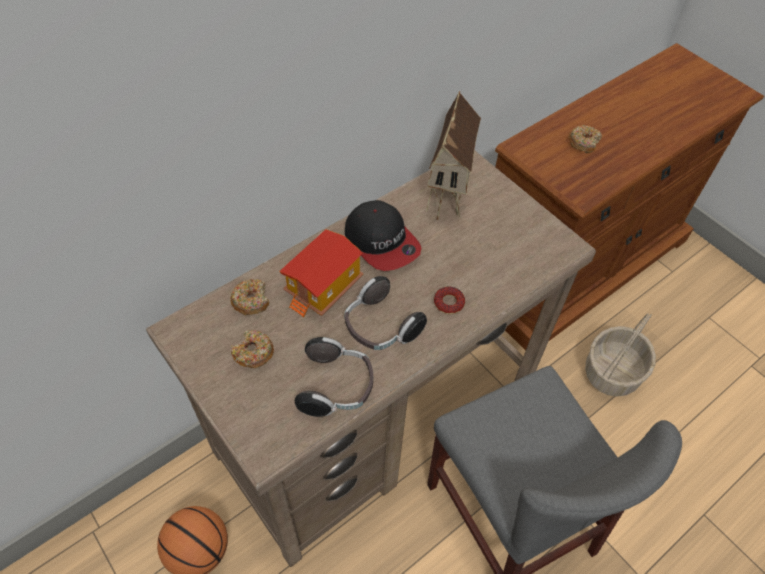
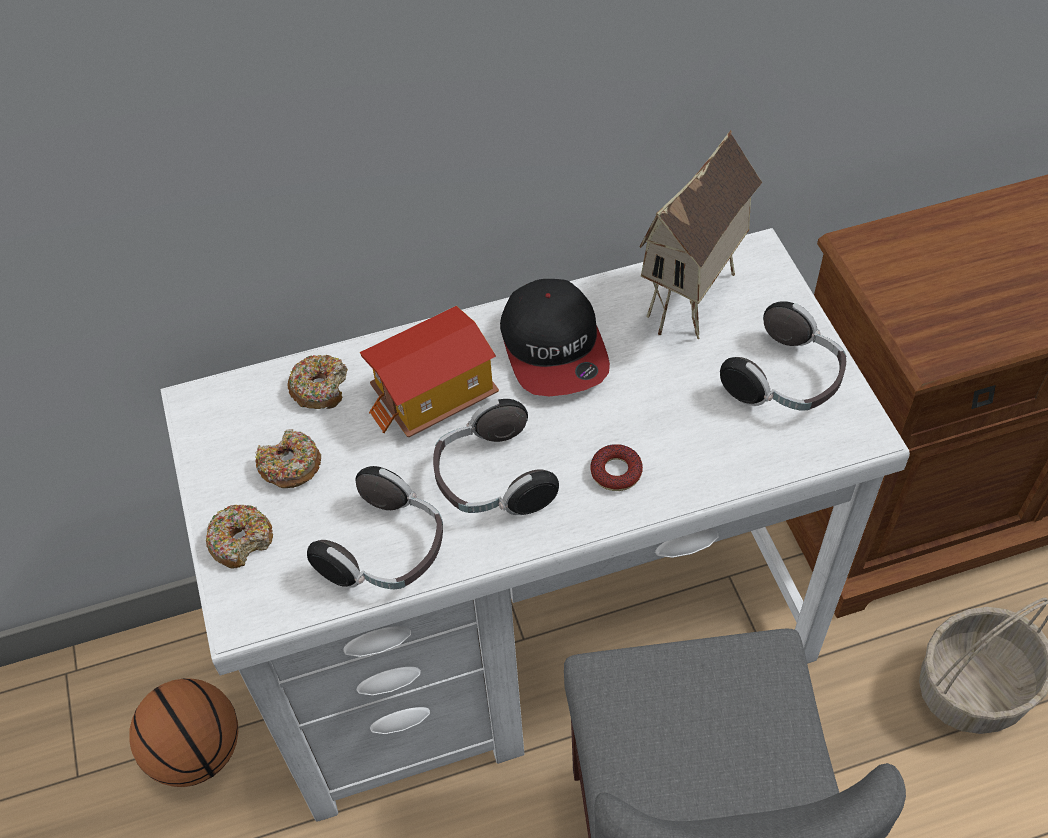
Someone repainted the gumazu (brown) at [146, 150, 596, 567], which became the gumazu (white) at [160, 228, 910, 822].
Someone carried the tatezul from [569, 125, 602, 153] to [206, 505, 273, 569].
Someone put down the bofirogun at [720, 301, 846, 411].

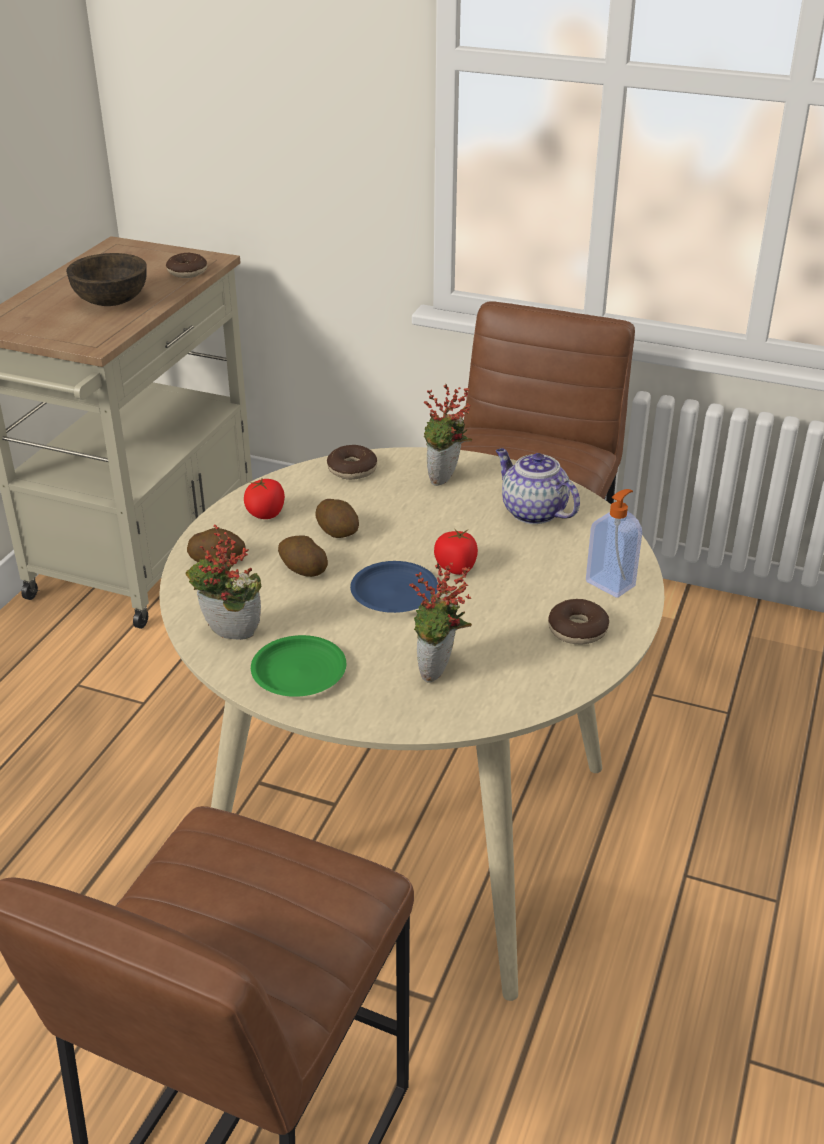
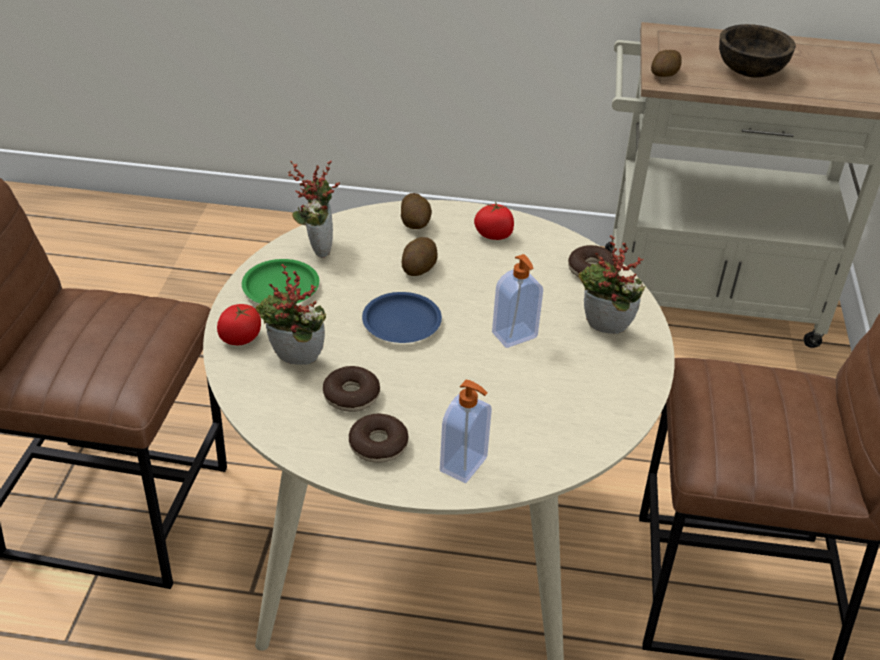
Someone carried the tatezul from [166, 253, 207, 278] to [323, 366, 380, 412].
Someone carried the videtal from [315, 499, 359, 538] to [651, 50, 682, 77].
Someone carried the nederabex from [434, 528, 478, 575] to [217, 304, 261, 345].
Someone took away the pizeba at [496, 448, 580, 524].
Someone put down the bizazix at [492, 254, 543, 348].

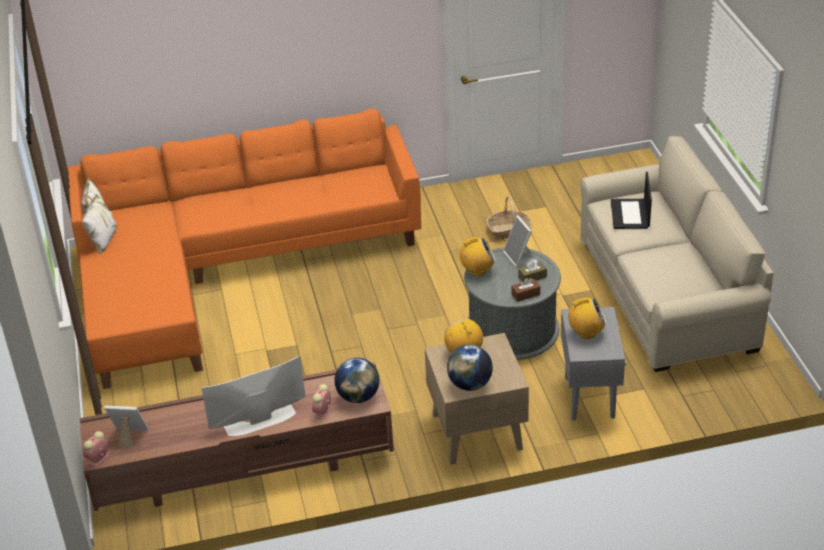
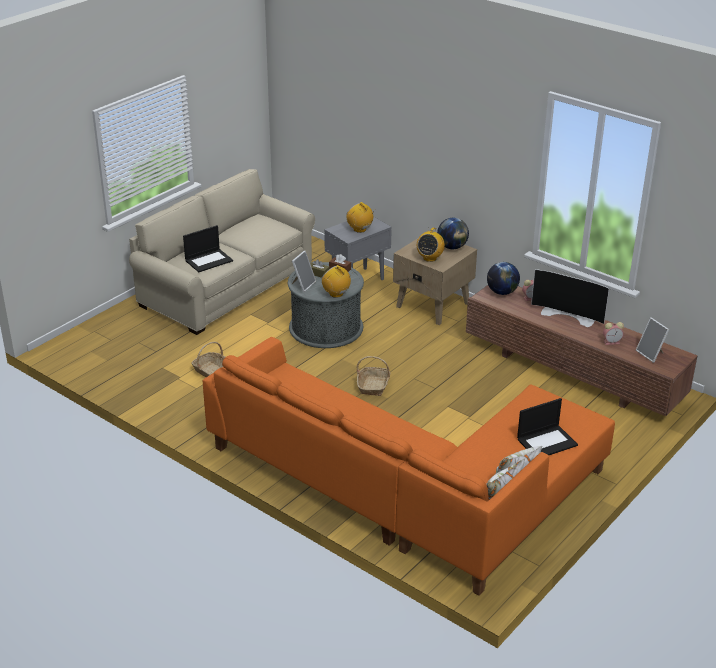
Someone carried the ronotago from [83, 431, 109, 467] to [603, 322, 624, 345].
Someone put down the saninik at [356, 356, 390, 396].
Someone put down the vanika at [517, 398, 578, 455].

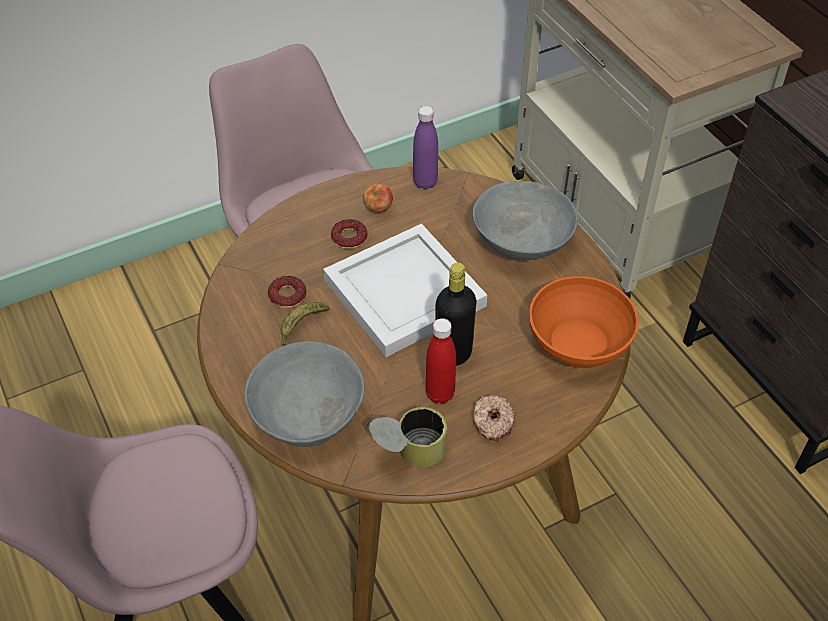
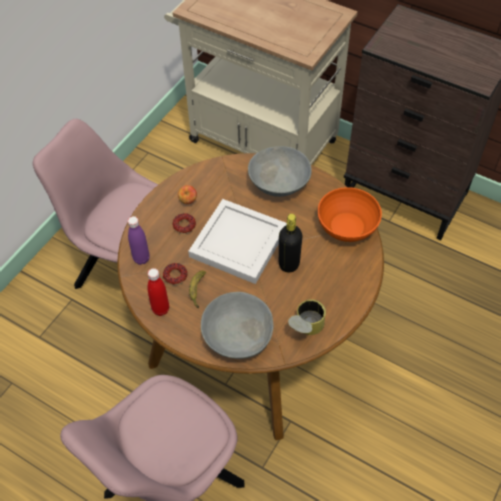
Someone carried the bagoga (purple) from [413, 106, 438, 190] to [128, 216, 150, 265].
Someone carried the bagoga (red) from [426, 318, 456, 404] to [147, 268, 169, 316].
Someone took away the tatezul at [473, 395, 516, 441].

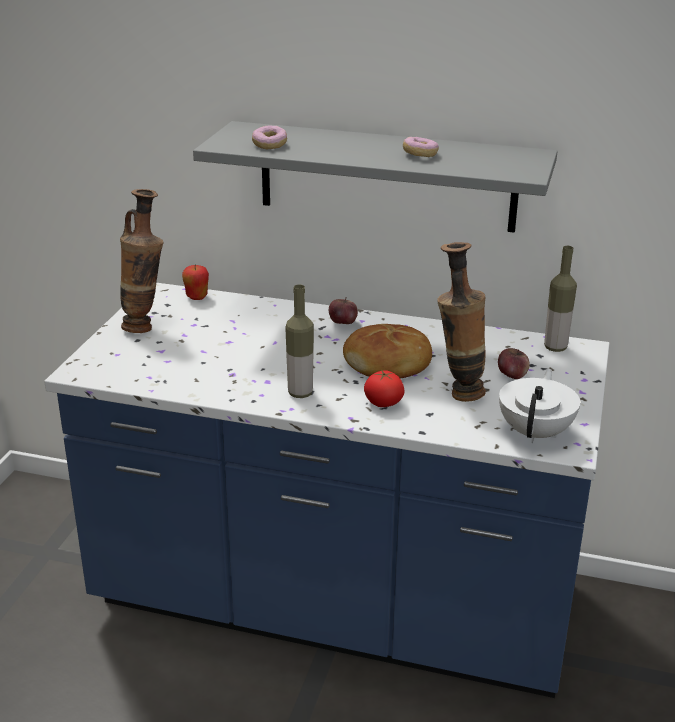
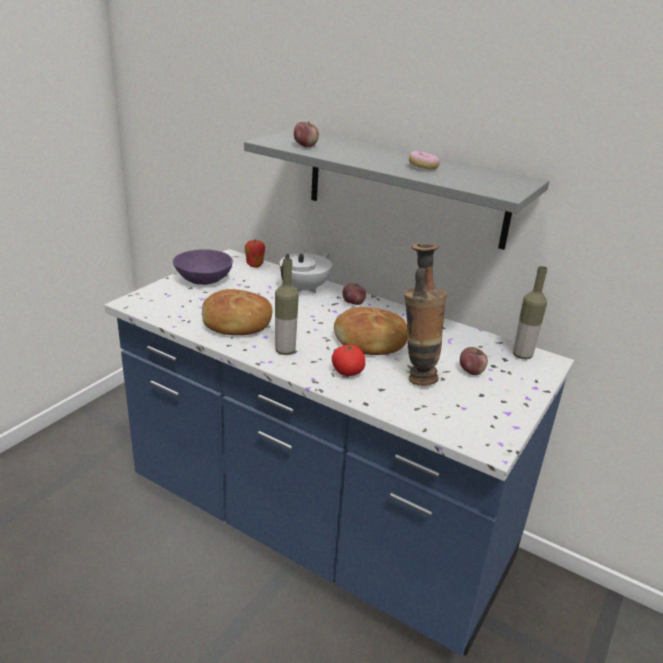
Someone swapped the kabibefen at [120, 189, 163, 333] for the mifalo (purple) at [173, 249, 233, 285].
Someone swapped the tatezul at [252, 125, 287, 150] for the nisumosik at [294, 121, 319, 147].
Someone carried the pizeba (white) from [499, 369, 580, 443] to [280, 252, 332, 293].
Someone put down the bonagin at [202, 289, 272, 335].

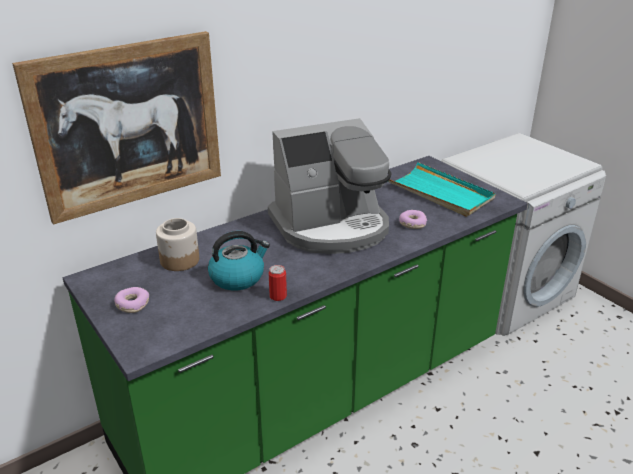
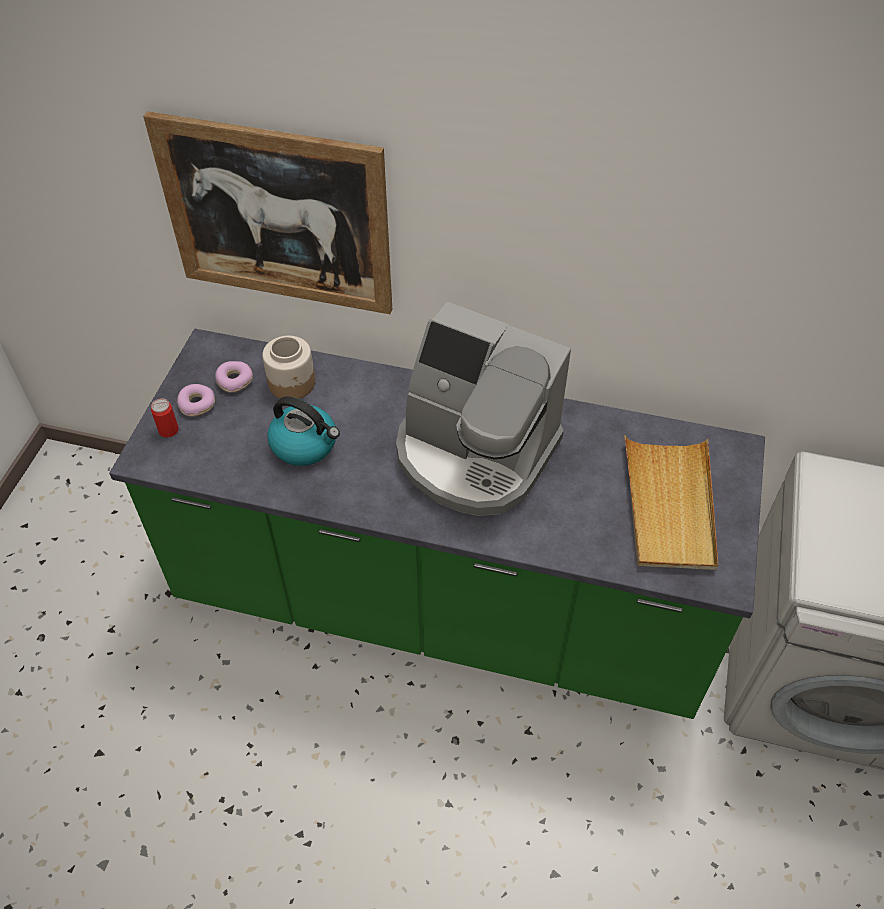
Someone carried the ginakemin from [269, 265, 287, 301] to [151, 398, 179, 437].
Someone repainted the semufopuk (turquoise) at [388, 162, 496, 217], which became the semufopuk (beige) at [624, 435, 718, 570].
Someone carried the tatezul from [399, 210, 427, 229] to [215, 361, 253, 393].

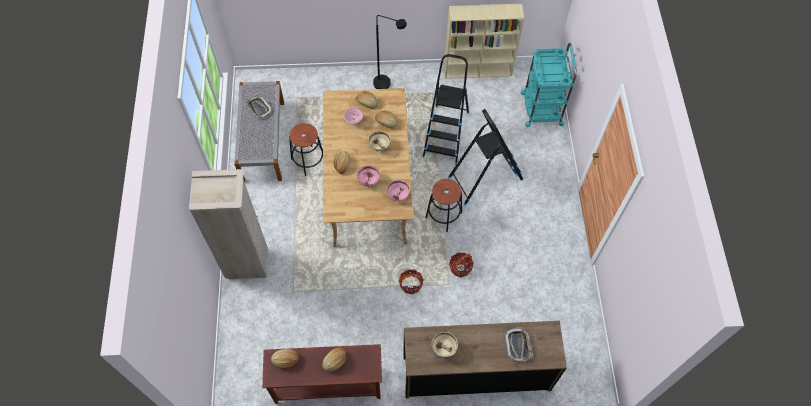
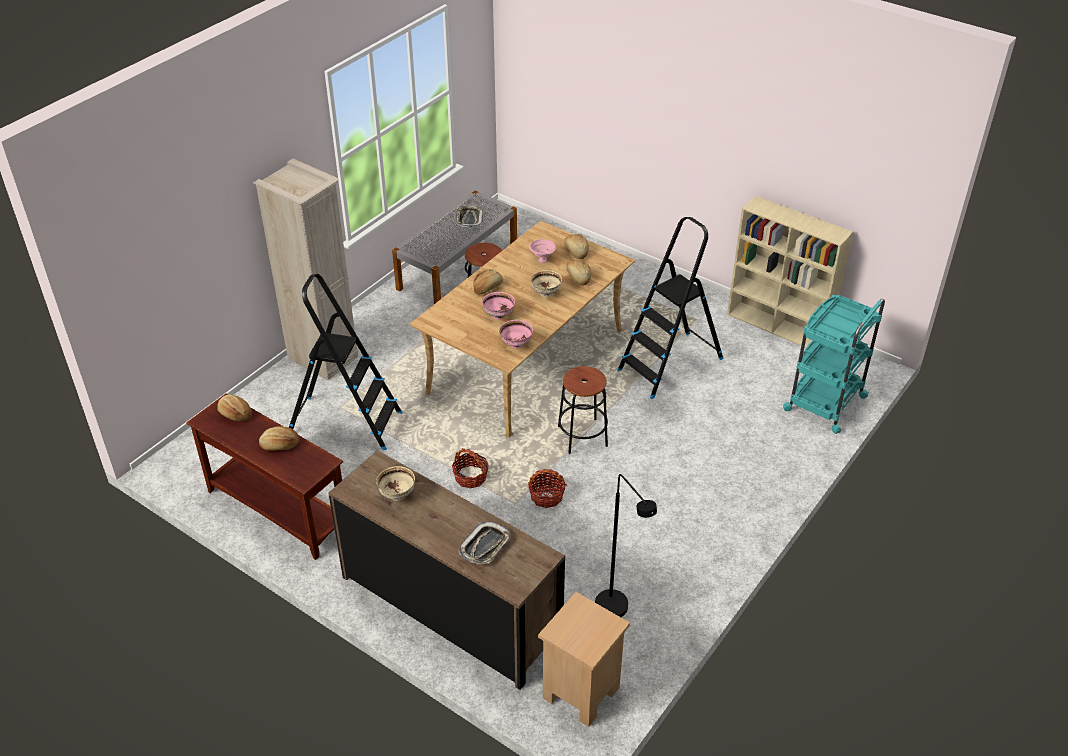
Someone carried the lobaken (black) from [373, 15, 407, 89] to [595, 474, 657, 617].
Someone carried the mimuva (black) from [448, 109, 524, 205] to [289, 274, 403, 450].
Someone put down the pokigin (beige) at [538, 592, 630, 727].

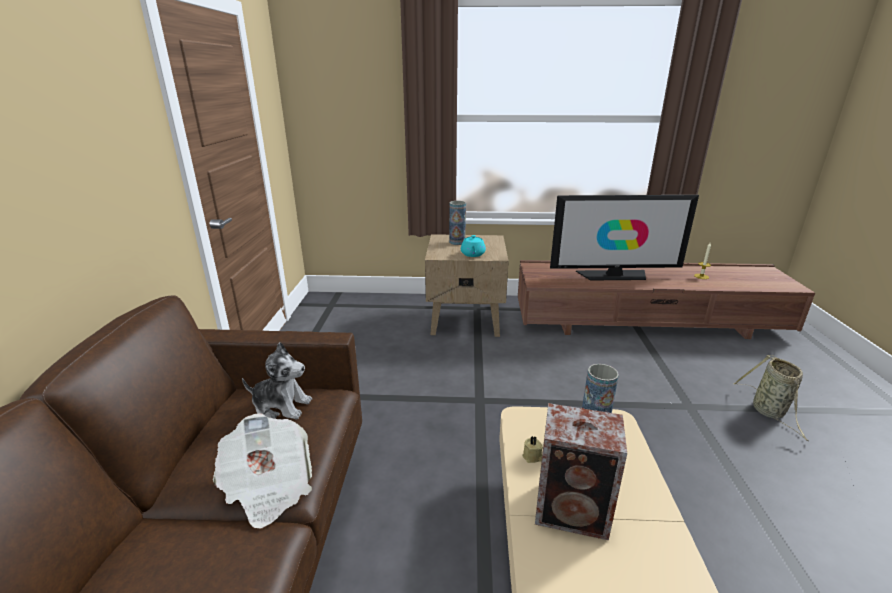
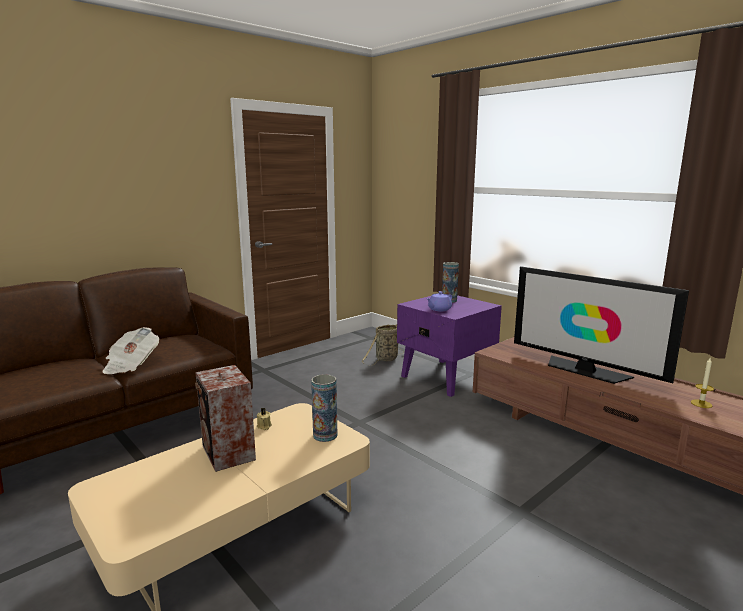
Someone took away the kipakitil at [242, 342, 312, 419].
Someone repainted the pokigin (beige) at [425, 234, 509, 337], which became the pokigin (purple) at [397, 295, 502, 397].
Someone repainted the pizeba (turquoise) at [461, 235, 486, 257], which became the pizeba (purple) at [427, 291, 452, 311].
Someone carried the saninik from [733, 355, 809, 441] to [361, 324, 404, 366].

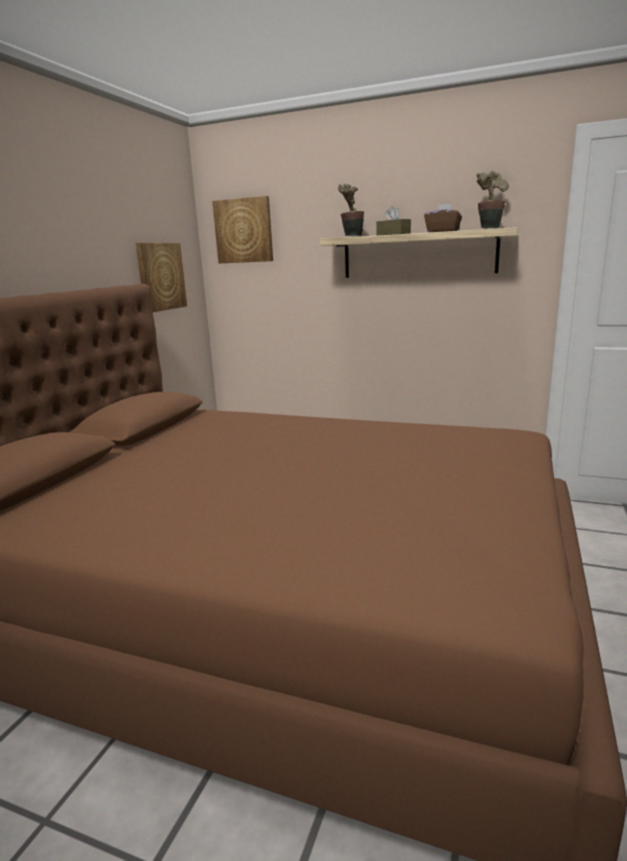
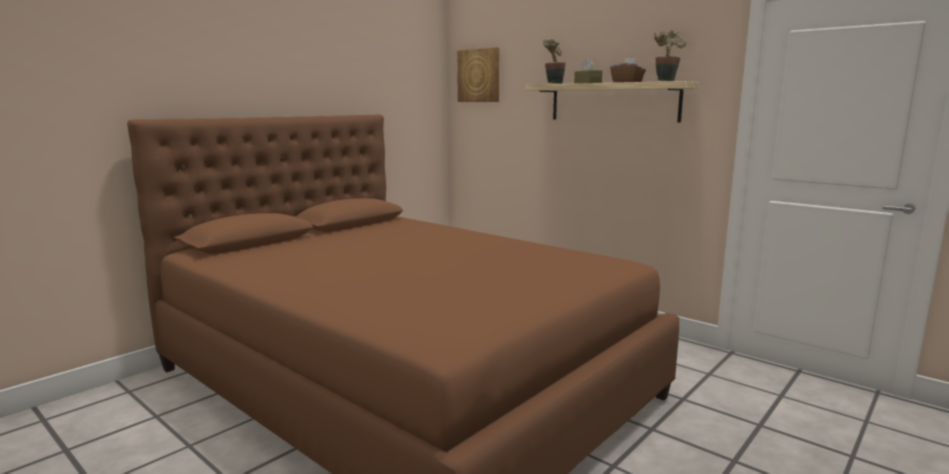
Someone took away the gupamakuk at [135, 243, 187, 312].

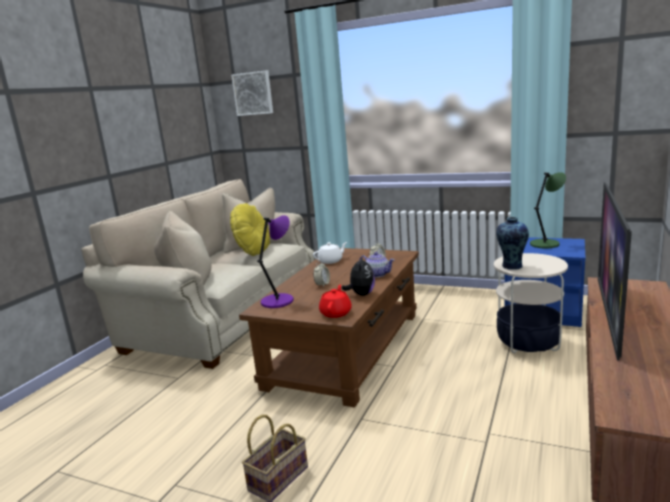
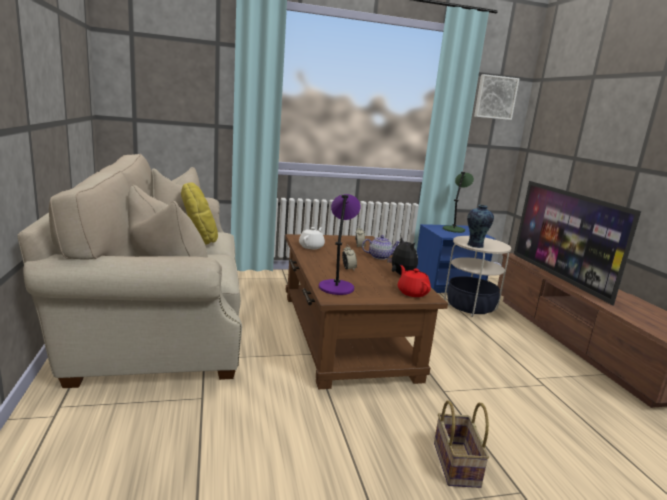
Someone carried the gupamakuk from [231, 71, 273, 116] to [474, 74, 519, 120].

